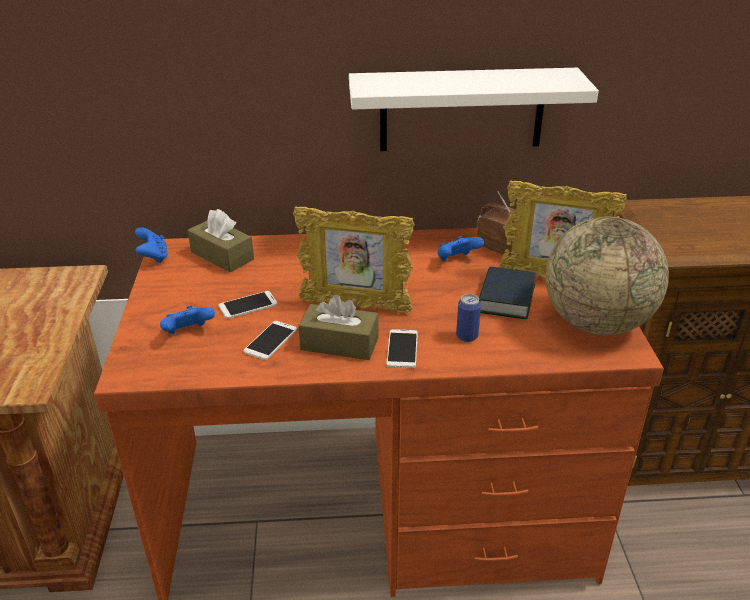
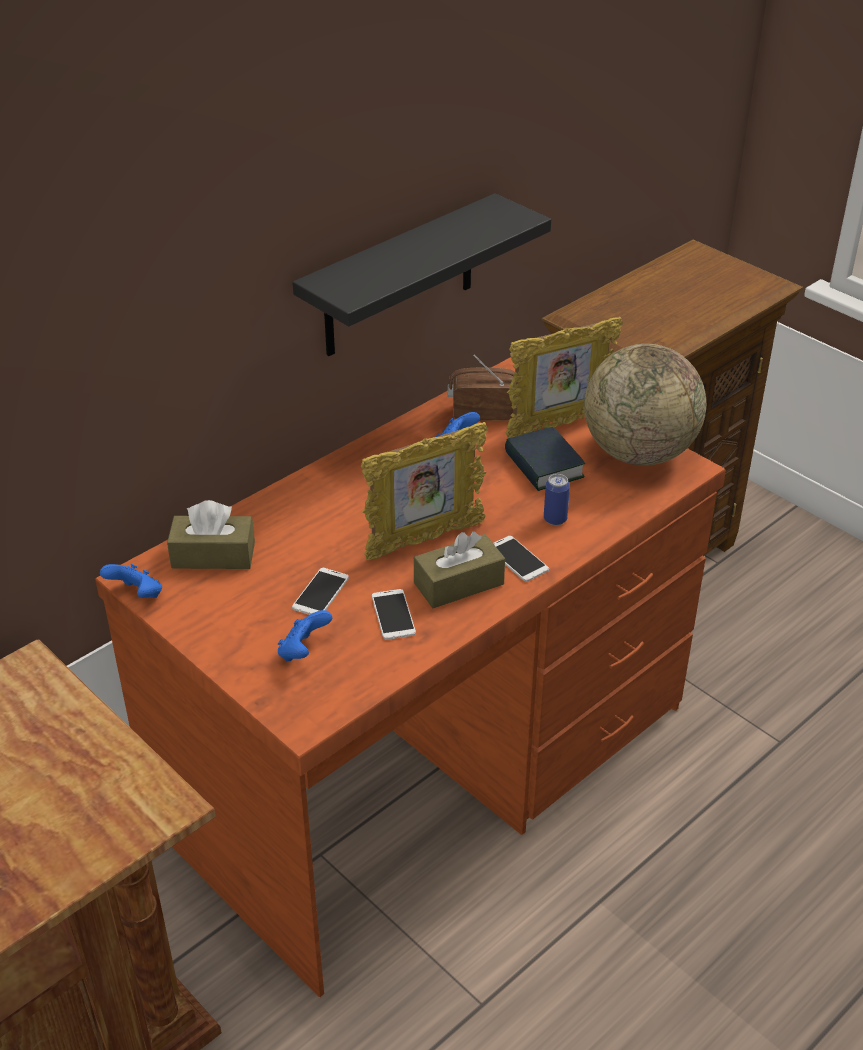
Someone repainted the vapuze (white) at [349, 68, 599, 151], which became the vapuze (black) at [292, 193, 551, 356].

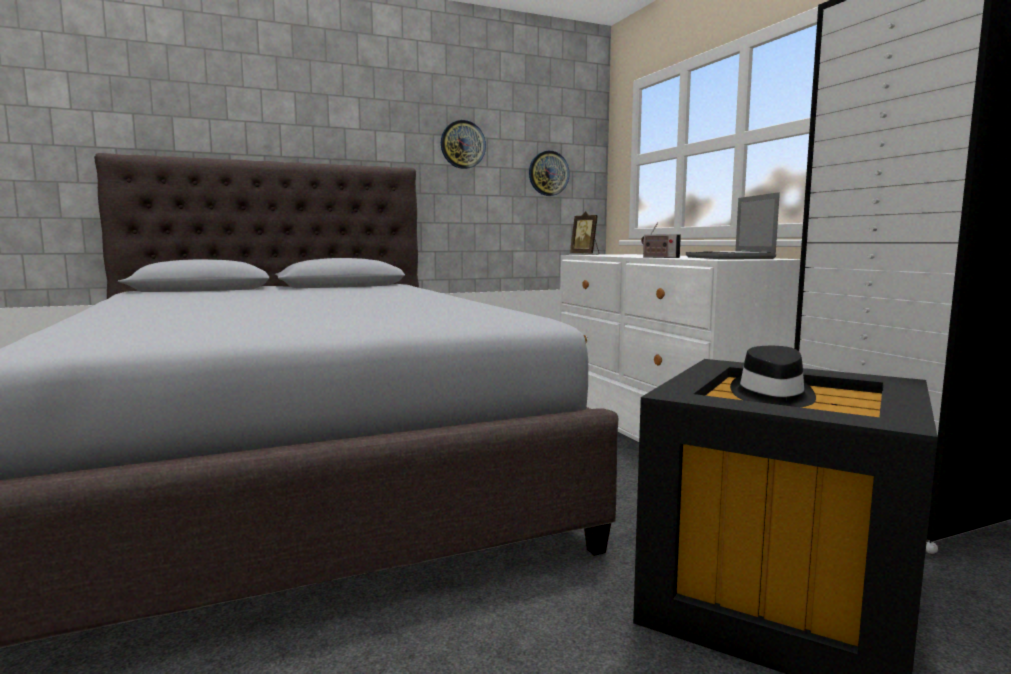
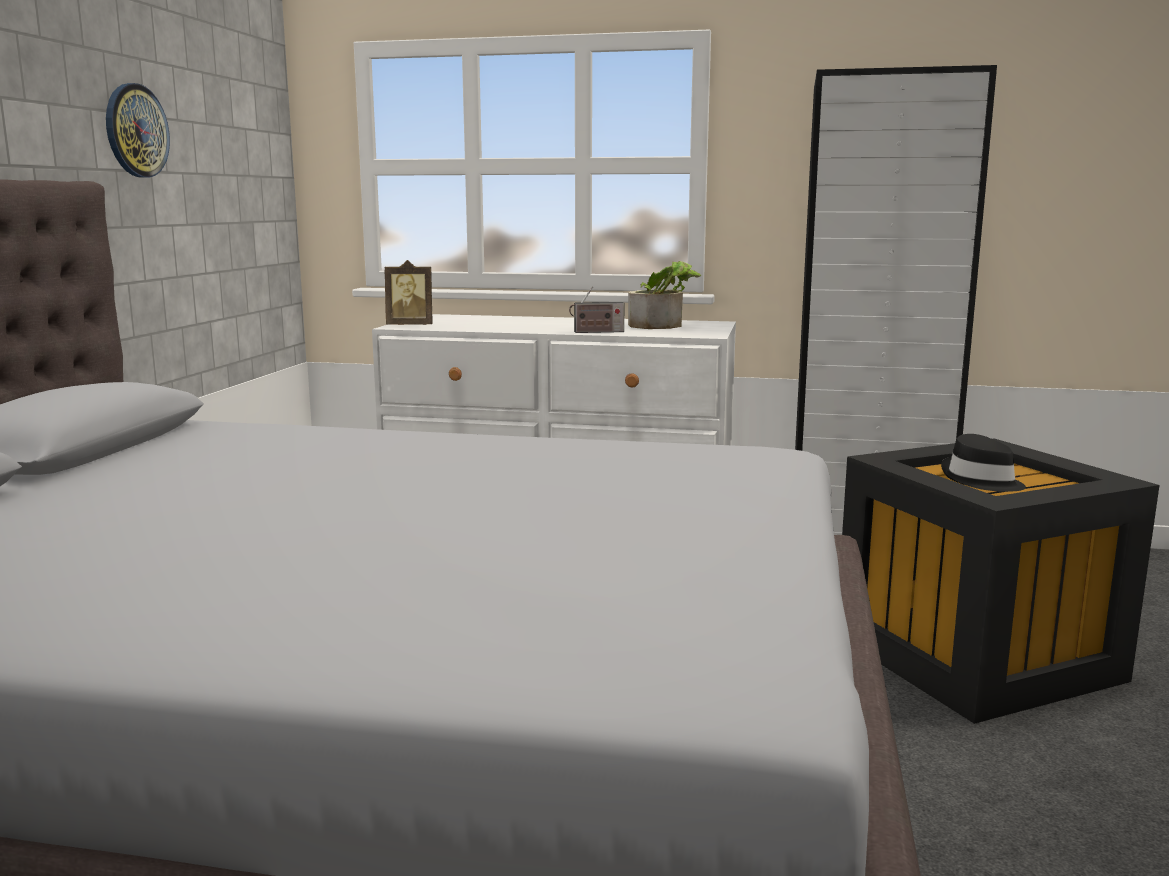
Someone took away the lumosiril at [529, 151, 570, 196].
Someone swapped the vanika at [686, 192, 780, 259] for the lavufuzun at [628, 261, 701, 329].

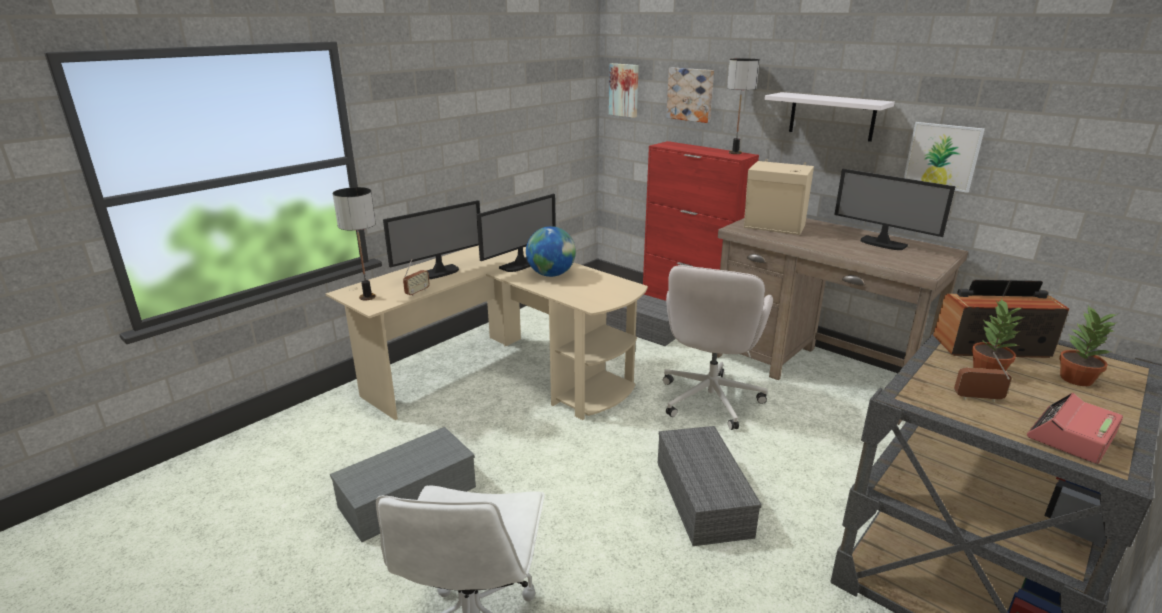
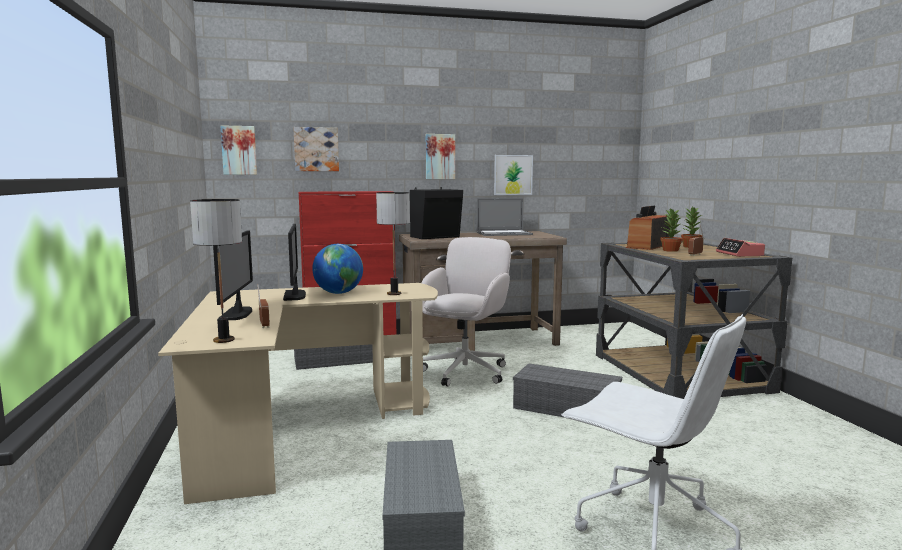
Someone rotated the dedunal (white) at [663, 265, 773, 430] by 120 degrees counterclockwise.
Someone carried the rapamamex from [727, 58, 760, 154] to [376, 192, 410, 295].
Someone repainted the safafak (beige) at [744, 159, 814, 235], which became the safafak (black) at [410, 187, 463, 239].
Someone swapped the vapuze (white) at [765, 92, 895, 142] for the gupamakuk at [426, 134, 455, 179].
Someone swapped the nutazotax at [834, 169, 956, 250] for the vanika at [477, 198, 533, 236].

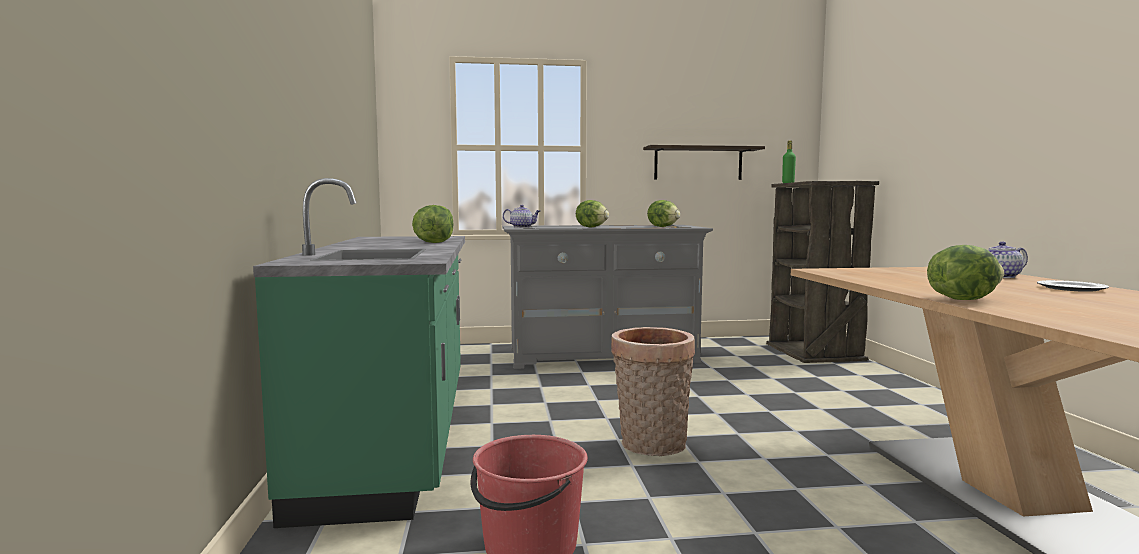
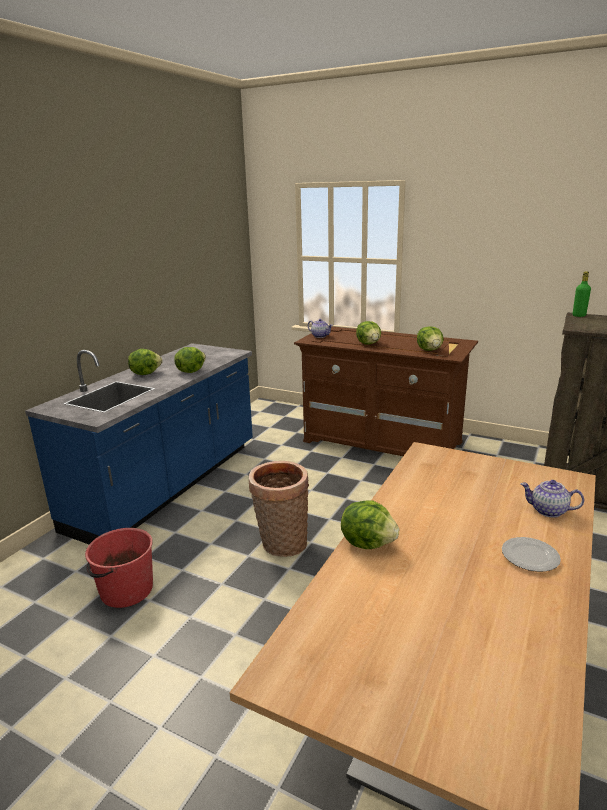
Someone repainted the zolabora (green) at [253, 178, 465, 528], which became the zolabora (blue) at [25, 343, 253, 544].
Someone repainted the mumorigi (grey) at [503, 225, 713, 369], which became the mumorigi (brown) at [294, 326, 478, 456].
Someone took away the vapuze at [643, 145, 765, 180].
Someone put down the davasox at [128, 349, 162, 375].

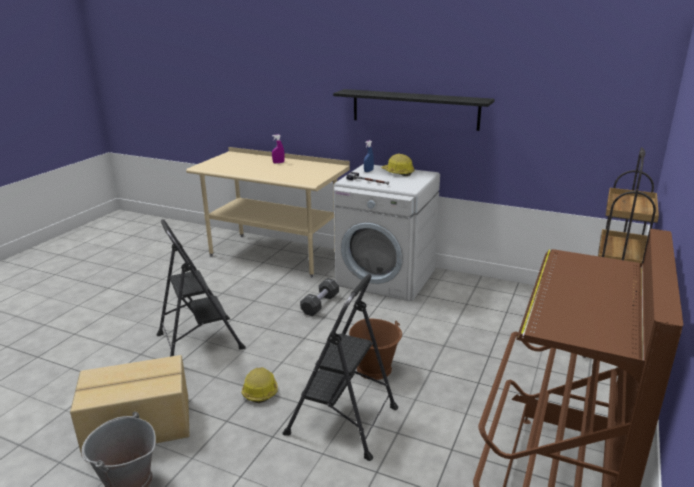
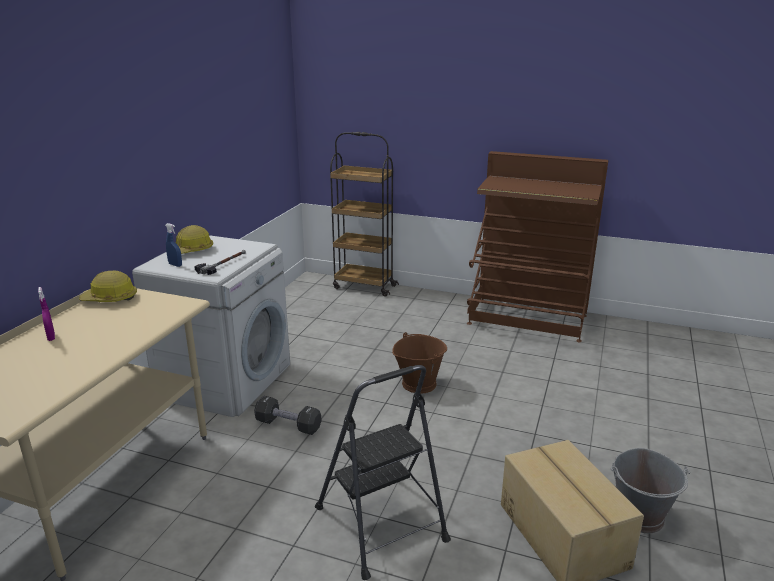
Someone carried the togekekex from [242, 367, 278, 403] to [79, 271, 137, 302].
Someone took away the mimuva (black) at [282, 274, 398, 461].
Someone took away the vapuze (black) at [333, 89, 495, 131].

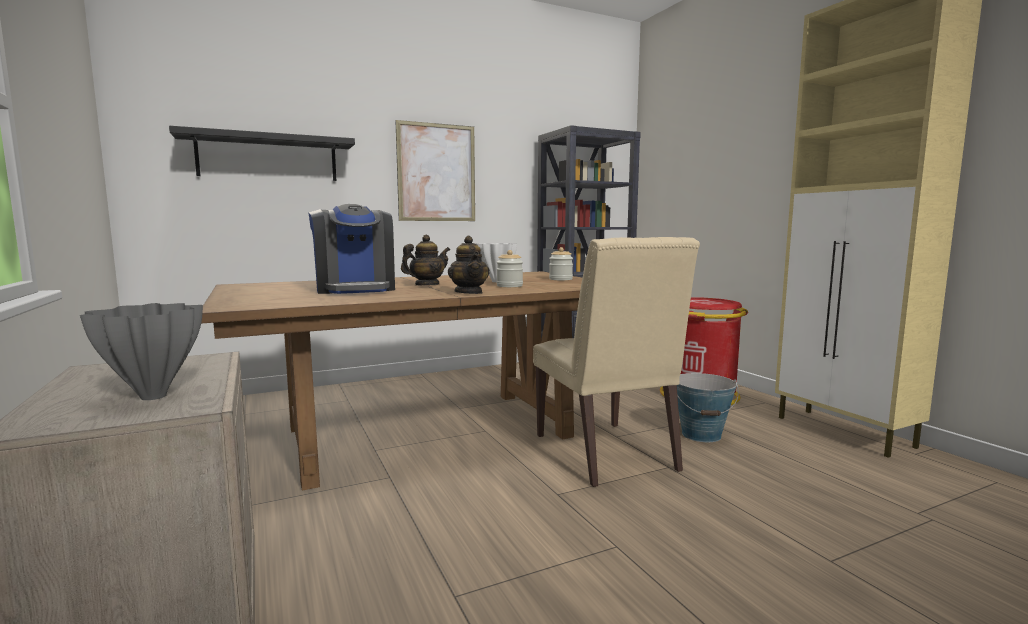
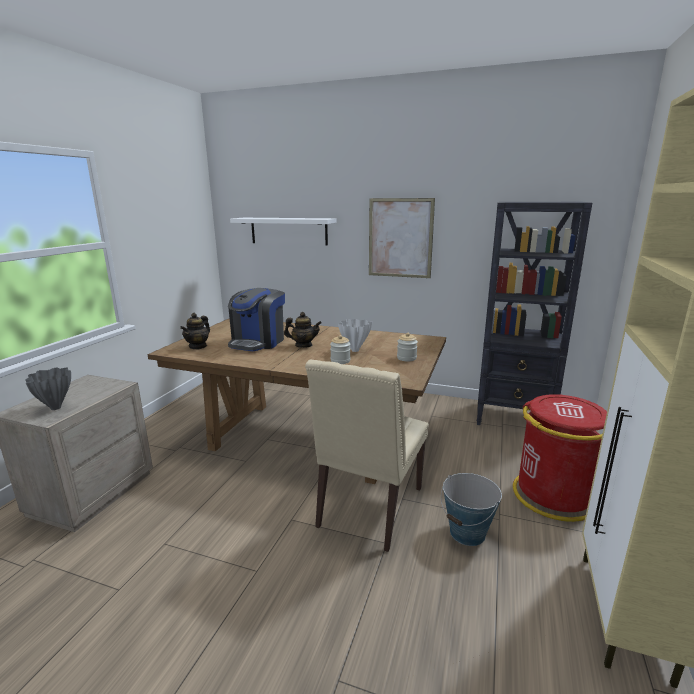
Someone repainted the vapuze (black) at [169, 126, 355, 181], which became the vapuze (white) at [230, 218, 337, 246].
Someone carried the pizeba from [448, 236, 489, 294] to [180, 313, 210, 349].

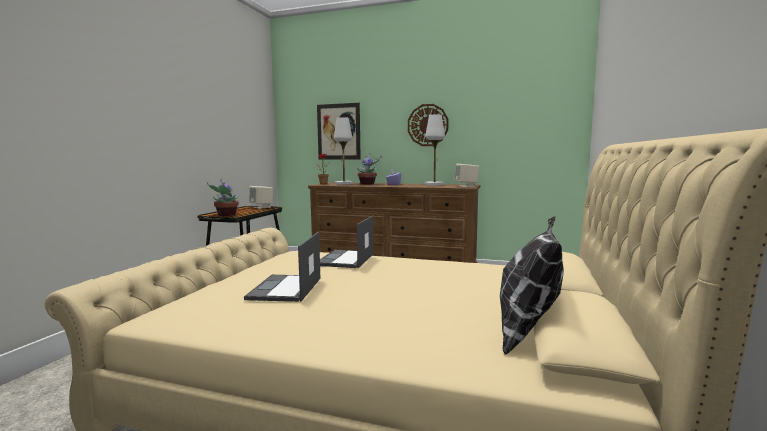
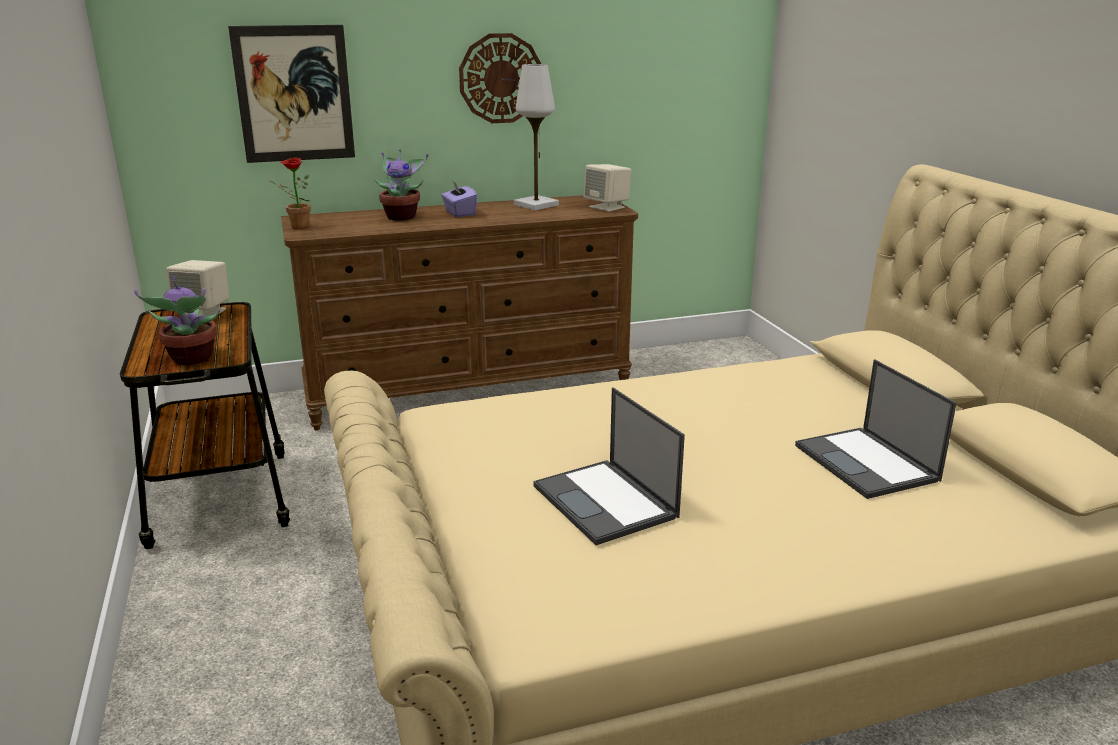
Someone carried the vanika from [320, 215, 374, 268] to [795, 359, 957, 499].
Someone took away the rapamamex (white) at [334, 117, 354, 185].
Someone took away the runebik at [500, 216, 564, 355].

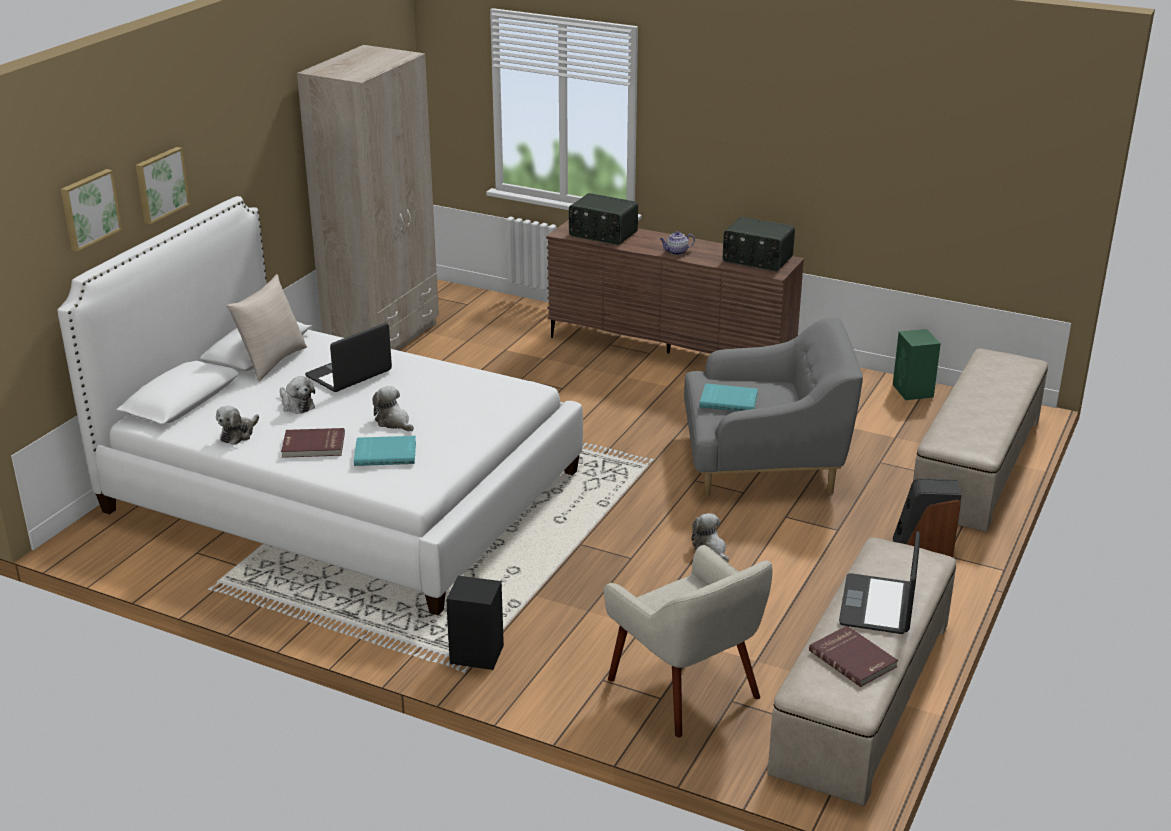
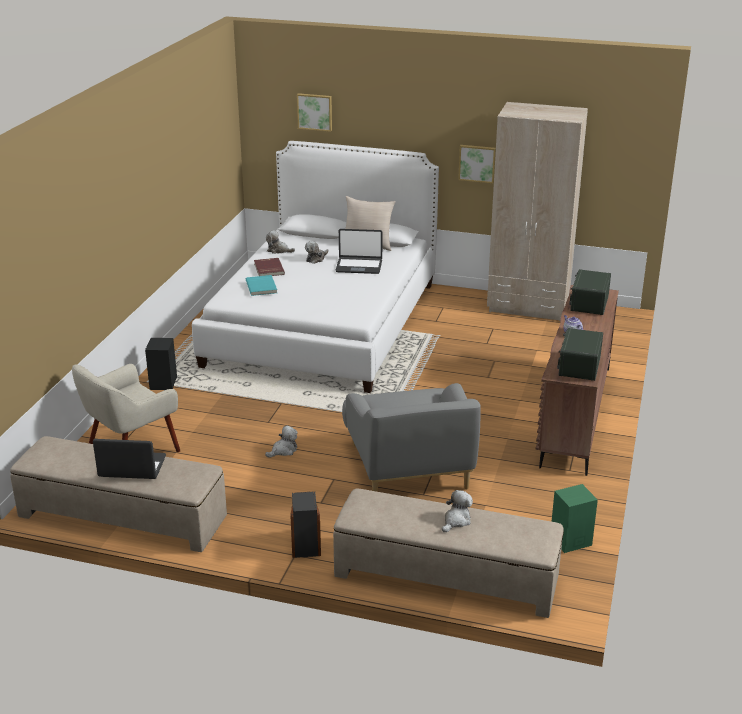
Someone carried the gupamakuk from [136, 147, 190, 224] to [458, 145, 496, 183].
Someone rotated the vanika at [305, 323, 392, 392] by 150 degrees clockwise.
Someone carried the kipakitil from [372, 386, 414, 431] to [442, 490, 473, 532].
Someone took away the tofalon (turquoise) at [699, 383, 758, 411].
Someone took away the tofalon (red) at [809, 626, 898, 687].

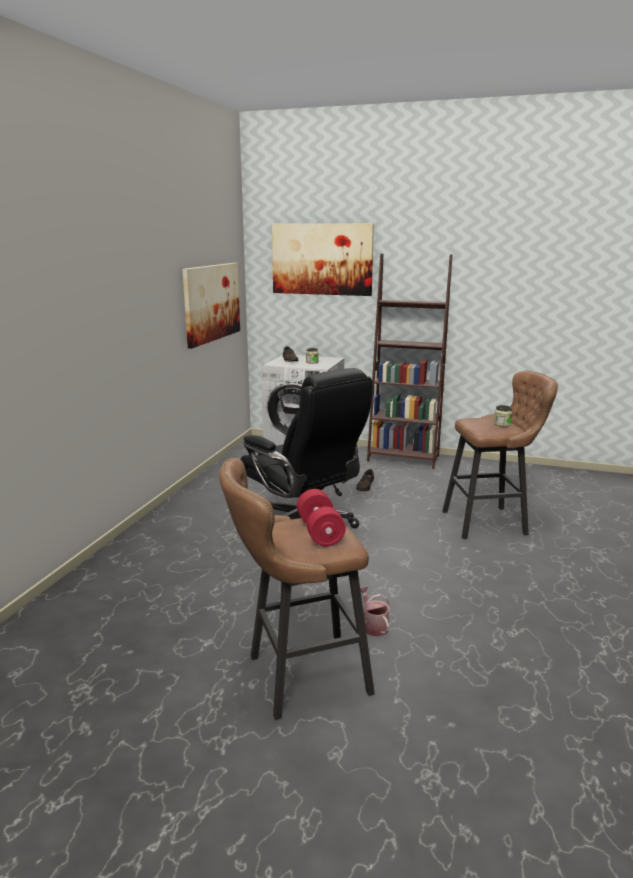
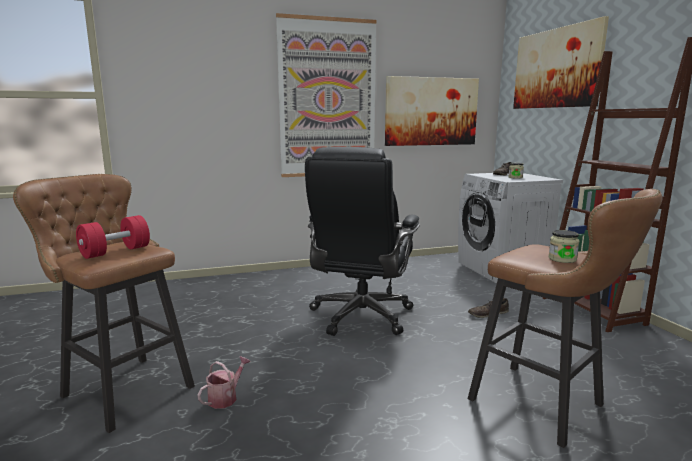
Someone put up the gupamakuk at [276, 13, 377, 177].

